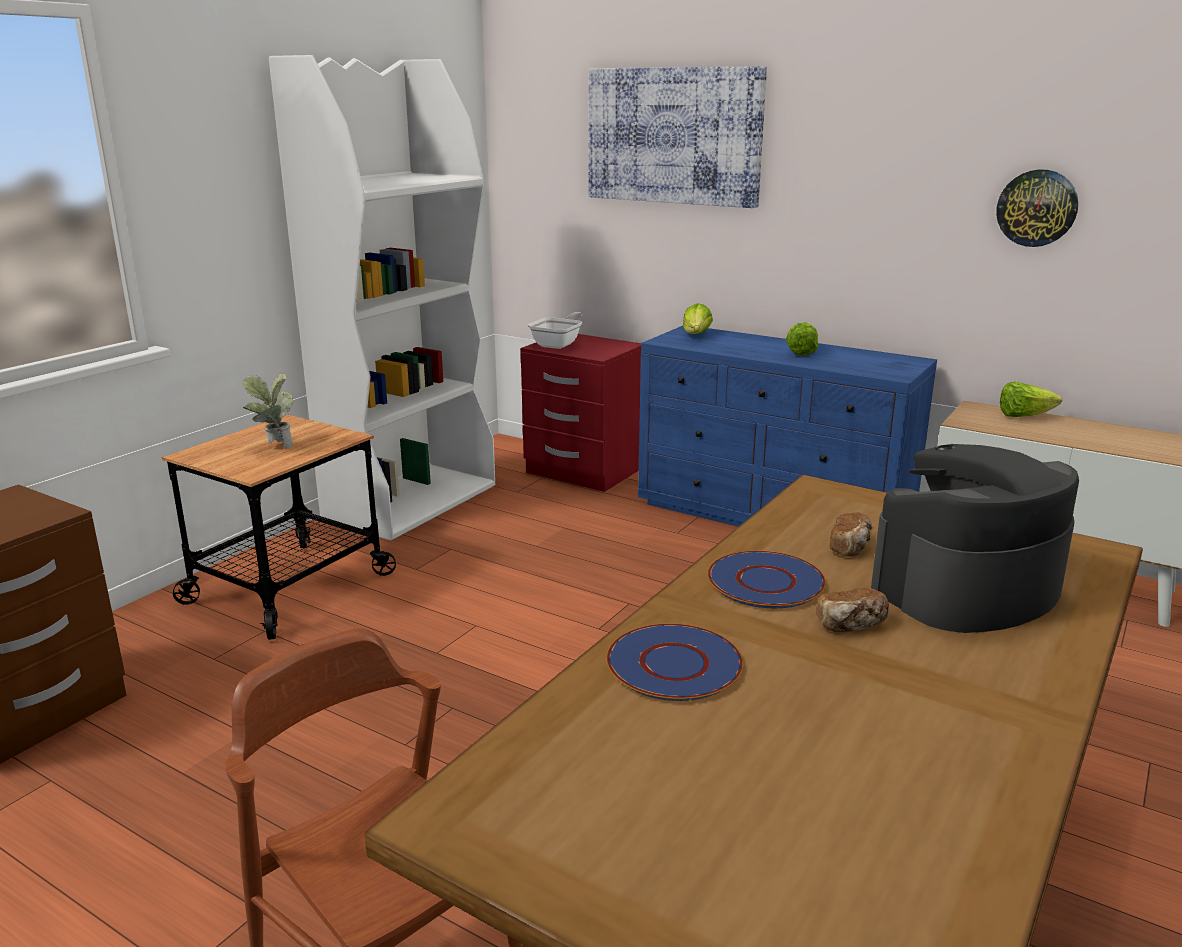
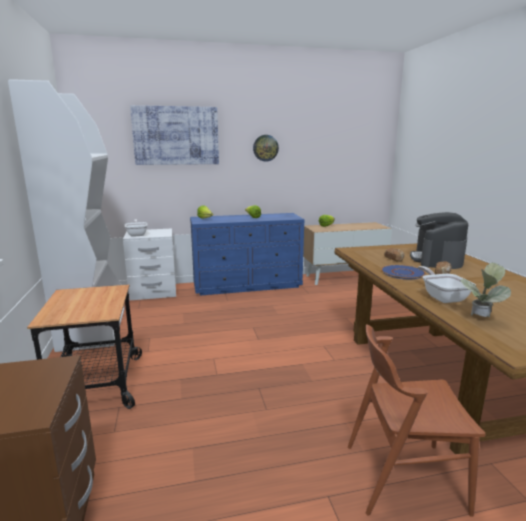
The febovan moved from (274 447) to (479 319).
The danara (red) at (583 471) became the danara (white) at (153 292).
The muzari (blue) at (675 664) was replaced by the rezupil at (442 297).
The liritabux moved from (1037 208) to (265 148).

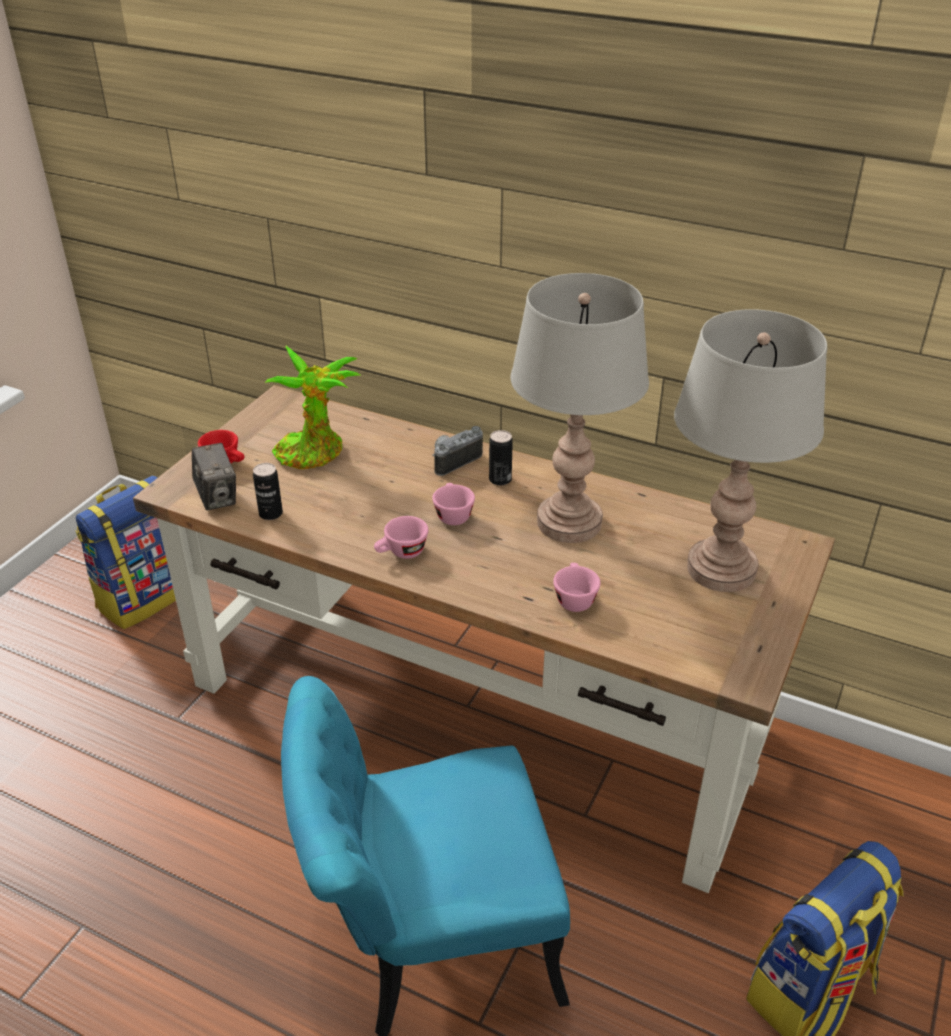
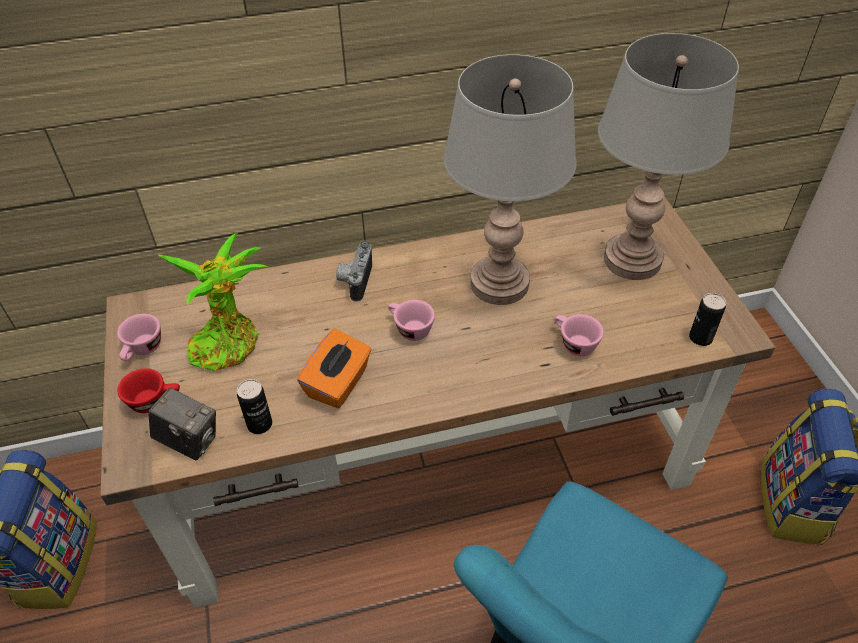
The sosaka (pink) moved from (401 553) to (143 350).
The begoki moved from (500 479) to (700 338).
The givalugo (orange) at (338 383) appeared.

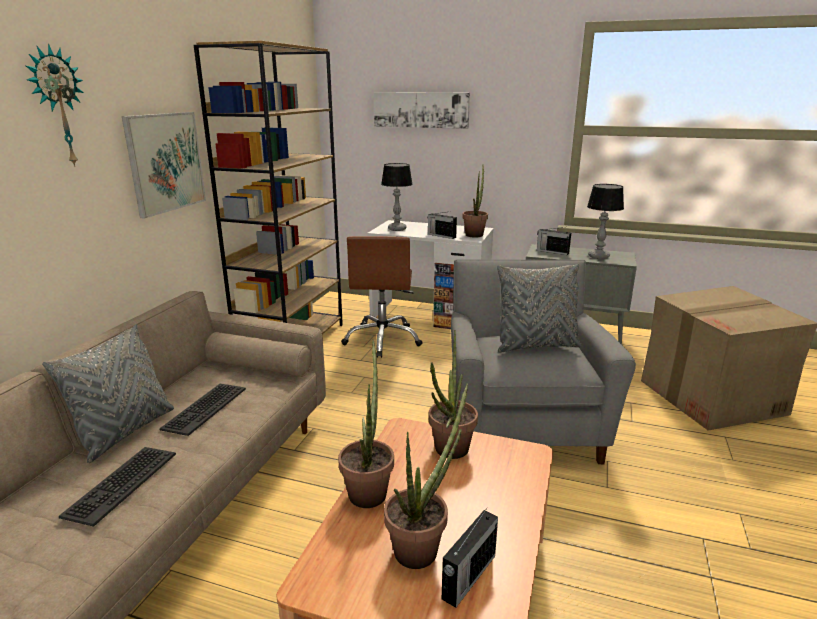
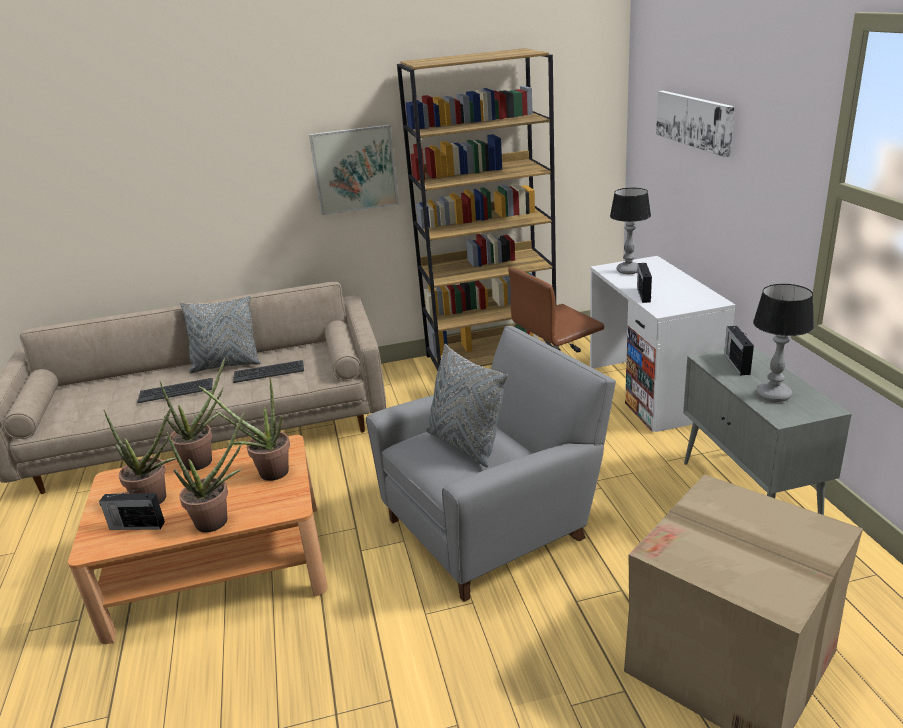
The liritabux at (58 107) disappeared.
The febovan moved from (475 234) to (219 520).

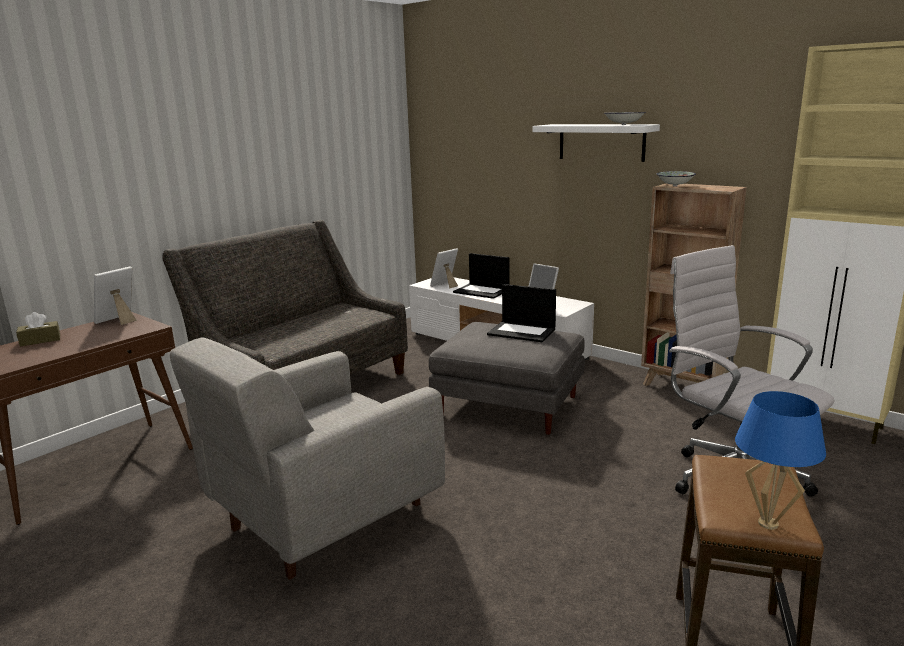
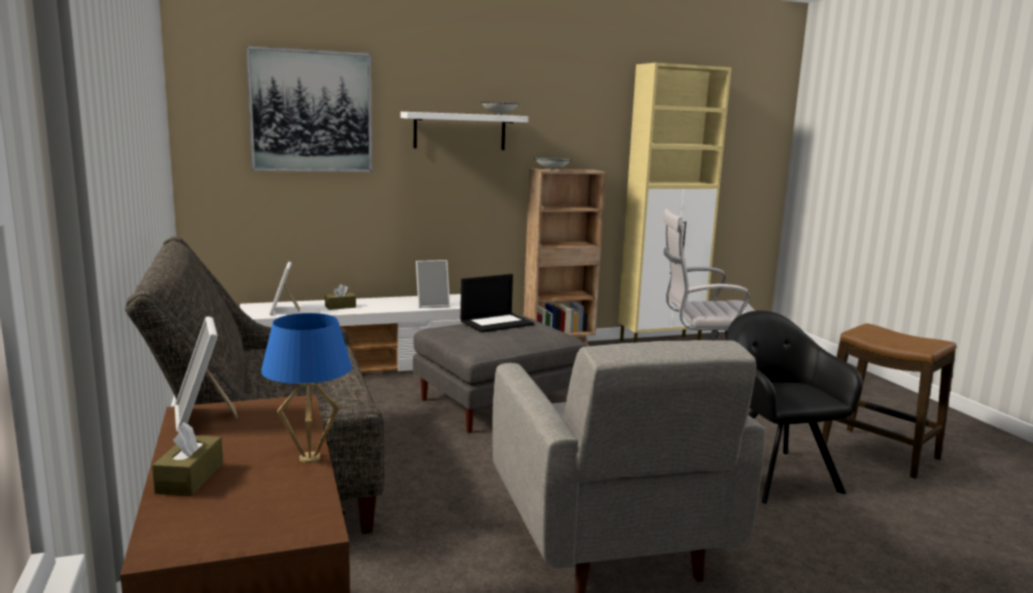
The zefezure at (482 291) was replaced by the givalugo (brown) at (340 307).
The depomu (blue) moved from (767 523) to (309 458).
The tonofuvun at (311 111) appeared.
The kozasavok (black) at (772 472) appeared.

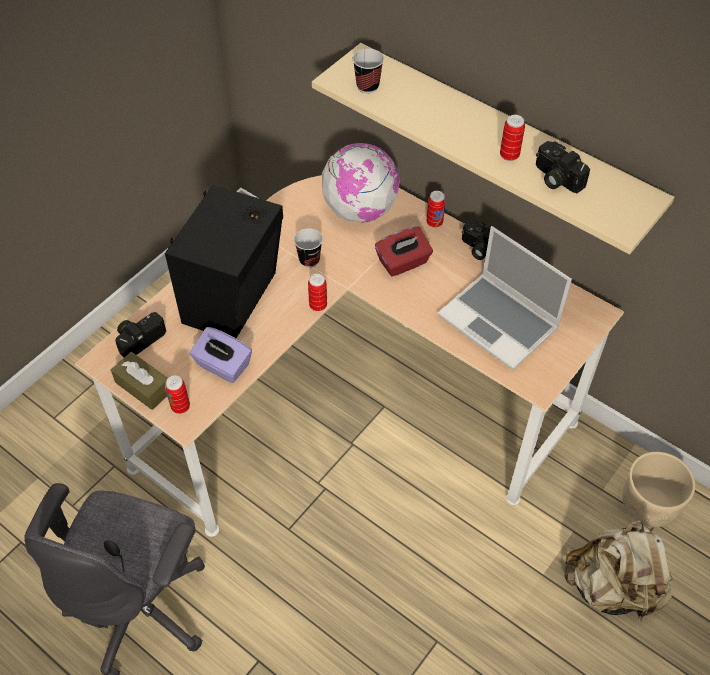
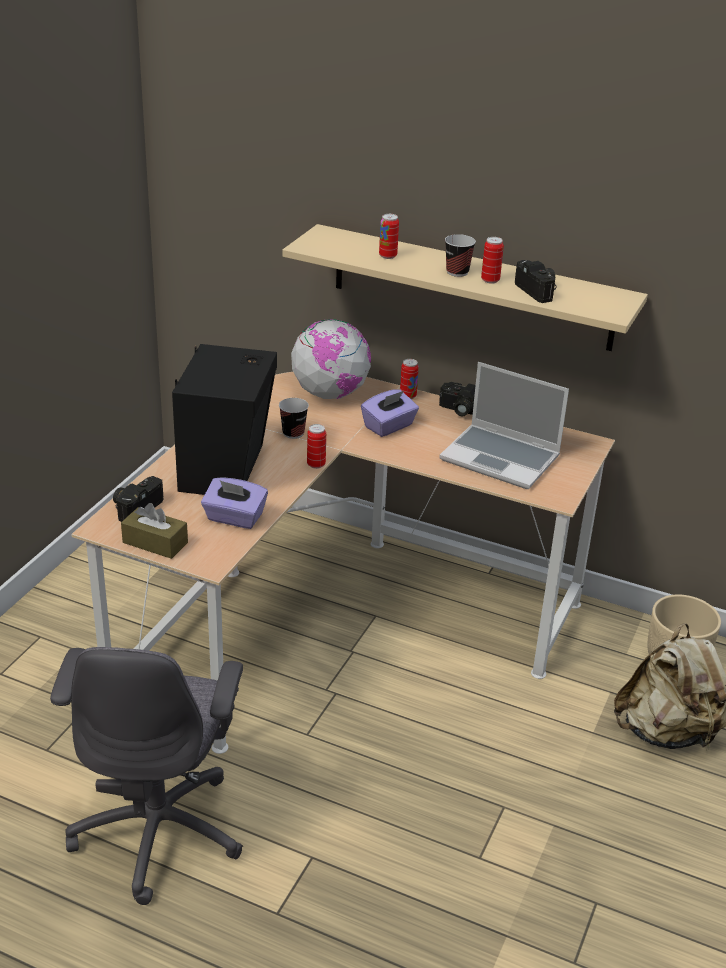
The begoki moved from (180 406) to (388 256).
The sosaka moved from (367 86) to (457 272).
The givalugo (red) at (403 263) became the givalugo (purple) at (389 426).
The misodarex at (555 178) turned 150 degrees counterclockwise.

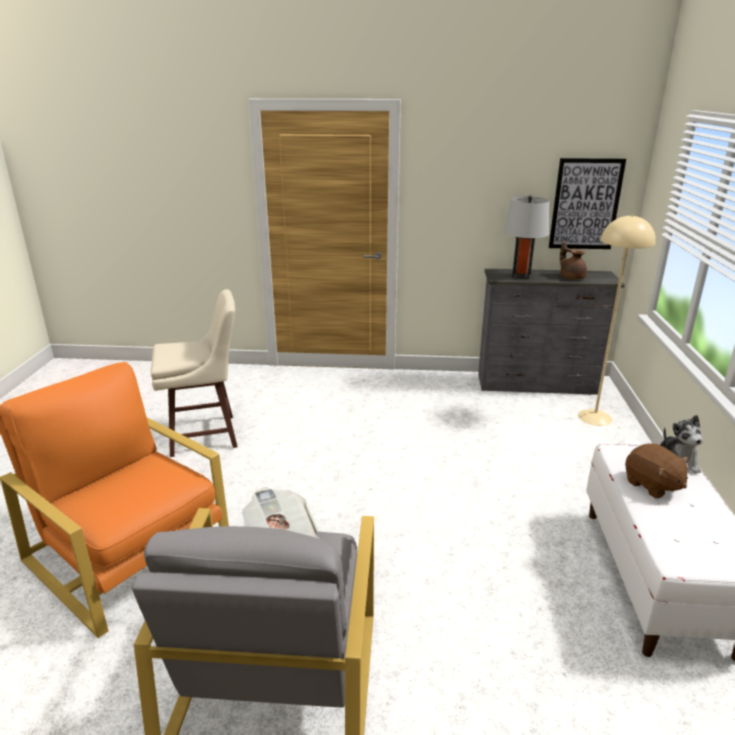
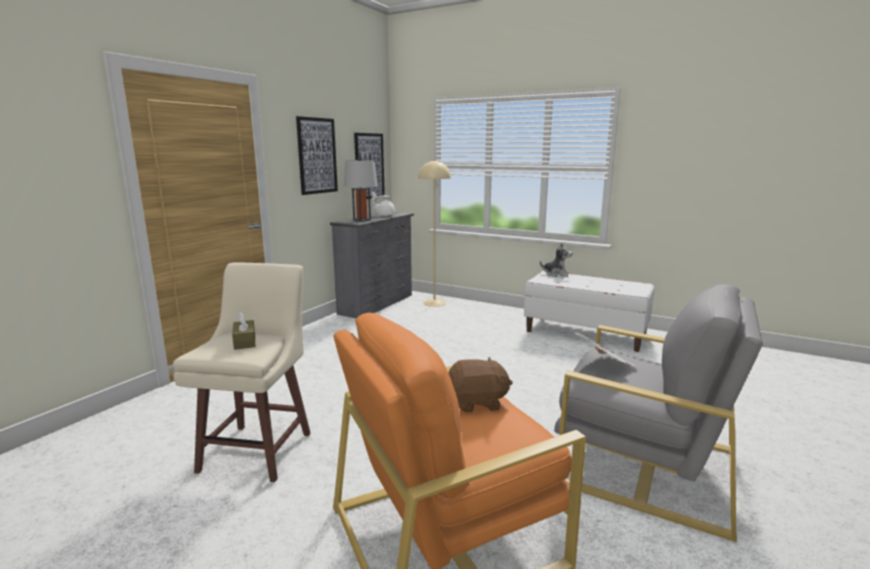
The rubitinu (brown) at (571 277) became the rubitinu (white) at (384 216).
The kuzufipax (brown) moved from (652 485) to (477 402).
The givalugo (brown) at (245 341) appeared.
The tonofuvun at (317 156) appeared.

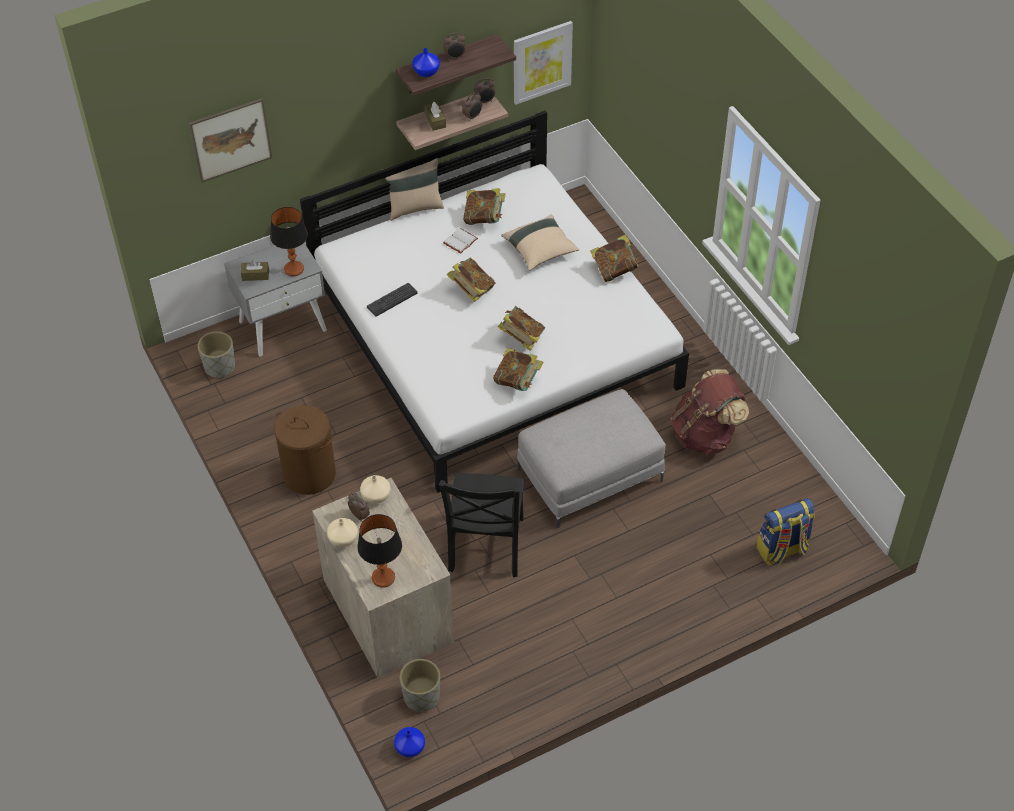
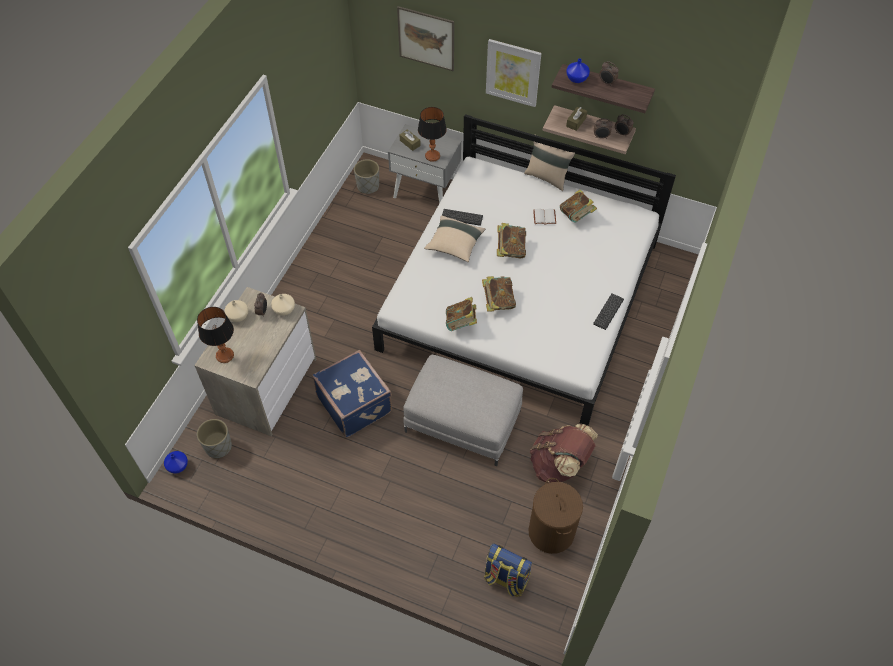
The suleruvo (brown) moved from (310 474) to (551 532).
The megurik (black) at (485 547) was replaced by the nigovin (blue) at (355 403).
The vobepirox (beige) moved from (540 251) to (454 245).
The tonofuvun moved from (542 62) to (513 72).
The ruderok at (614 270) was replaced by the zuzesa at (608 311).

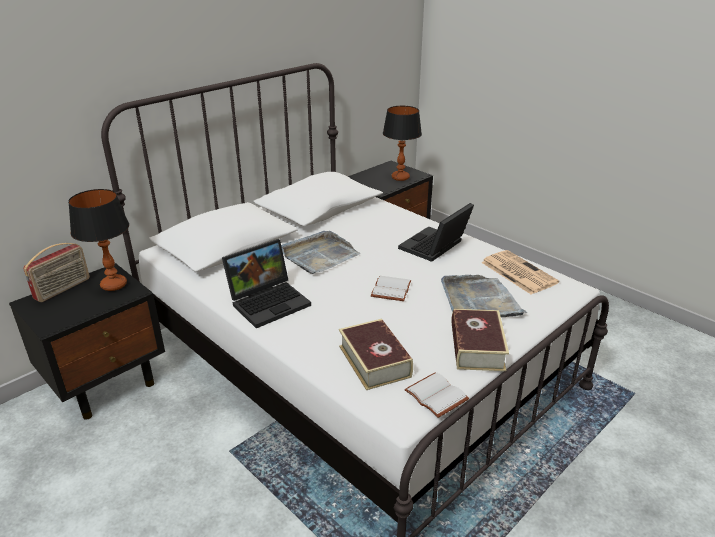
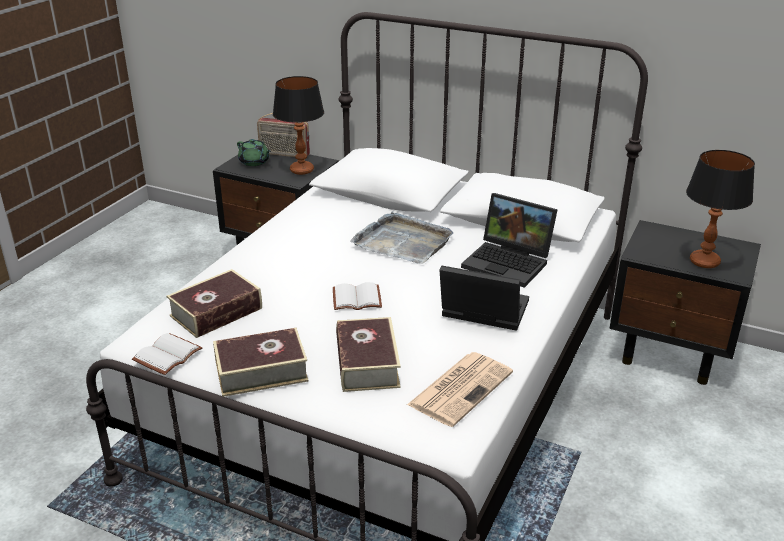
The zefezure moved from (269 301) to (509 262).
The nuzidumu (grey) at (479 300) was replaced by the ruderok at (367 363).
The rubitinu (green) at (254 162) appeared.

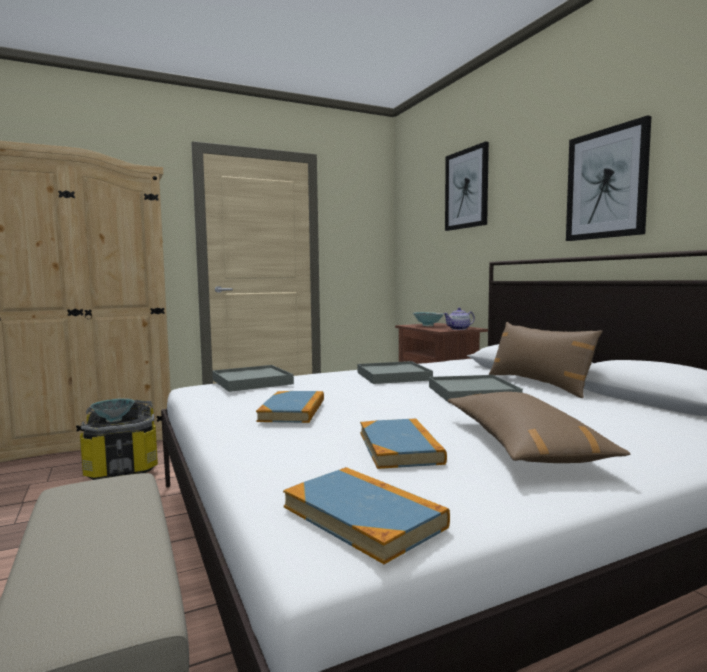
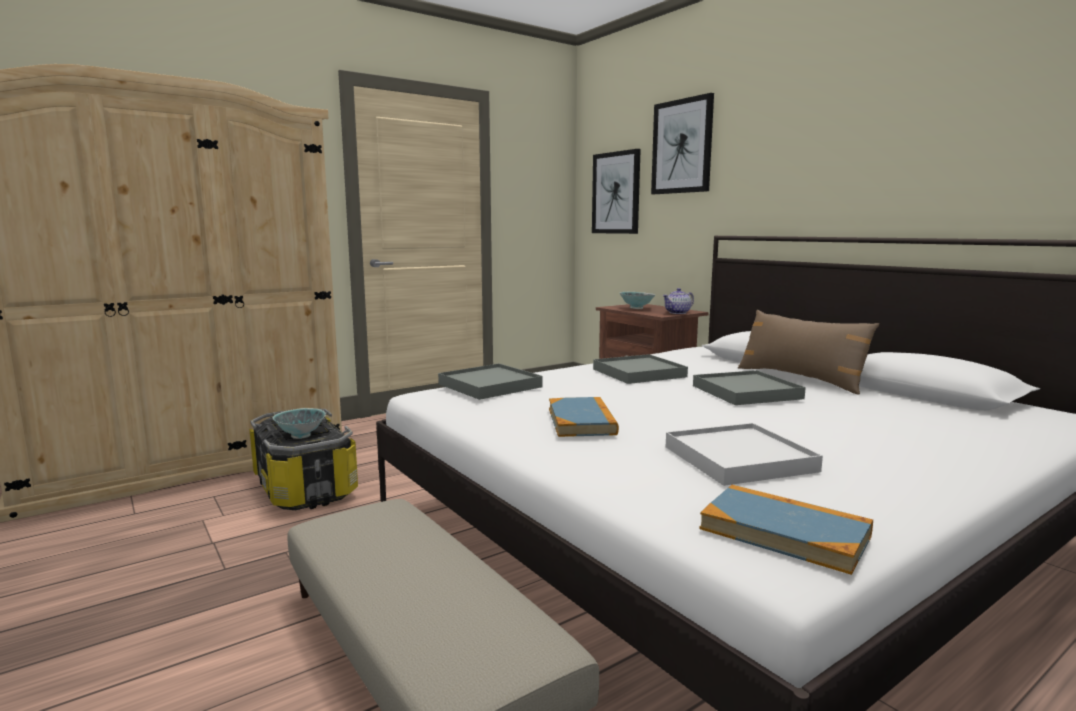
The ruderok at (399 447) was replaced by the nuzidumu (white) at (739 459).
The vobepirox (brown) at (521 445) disappeared.
The tonofuvun moved from (606 184) to (616 193).

